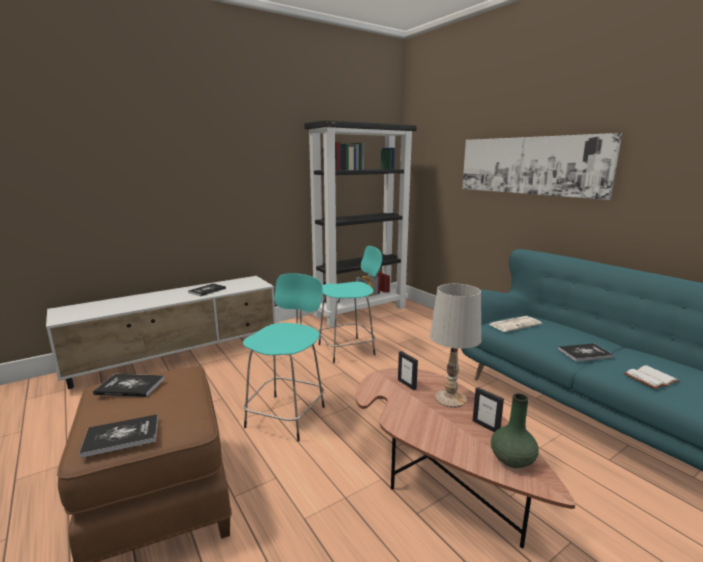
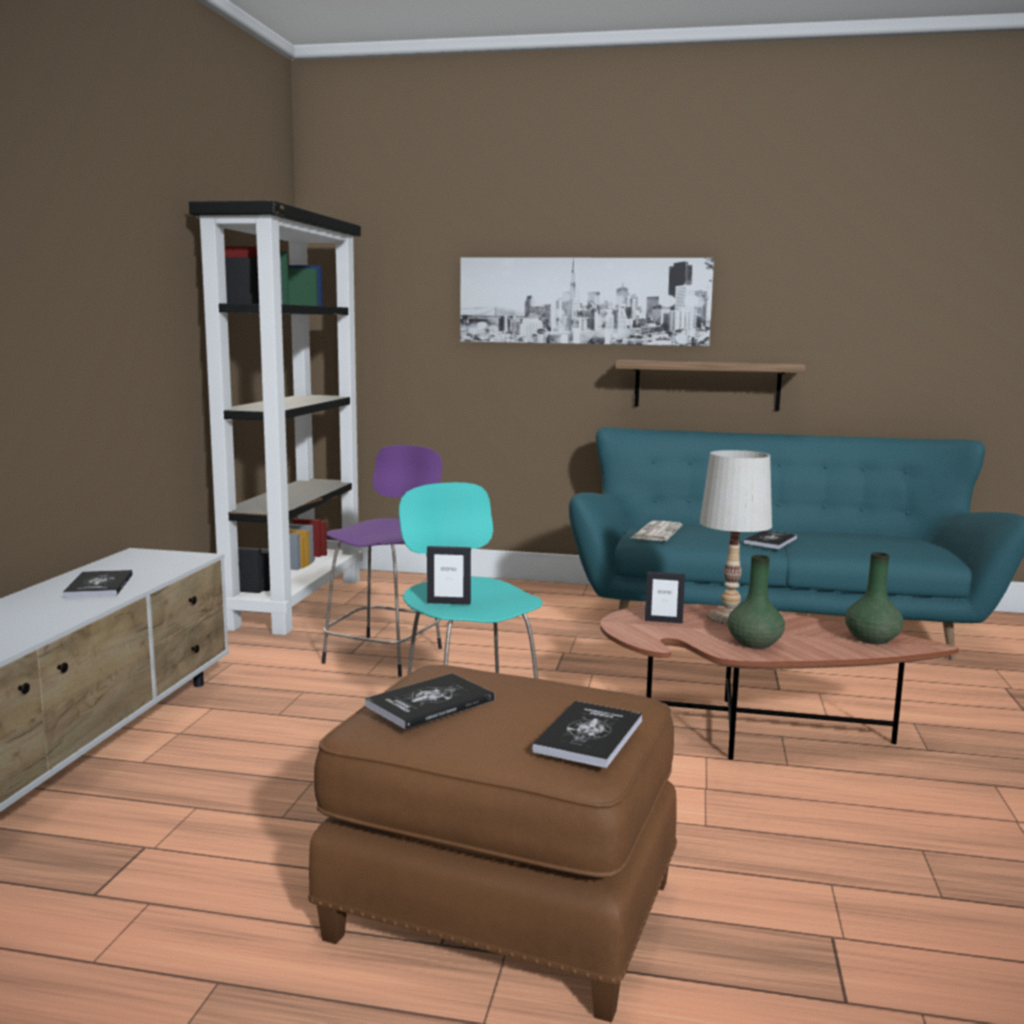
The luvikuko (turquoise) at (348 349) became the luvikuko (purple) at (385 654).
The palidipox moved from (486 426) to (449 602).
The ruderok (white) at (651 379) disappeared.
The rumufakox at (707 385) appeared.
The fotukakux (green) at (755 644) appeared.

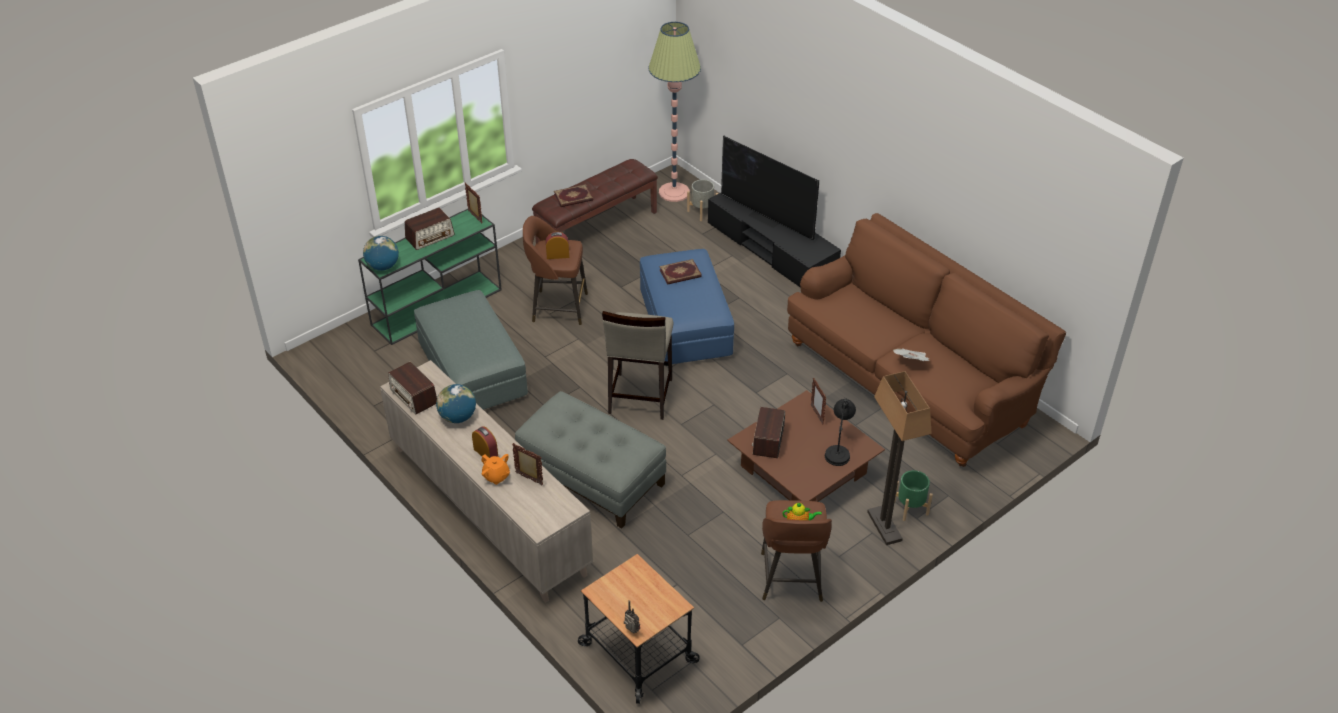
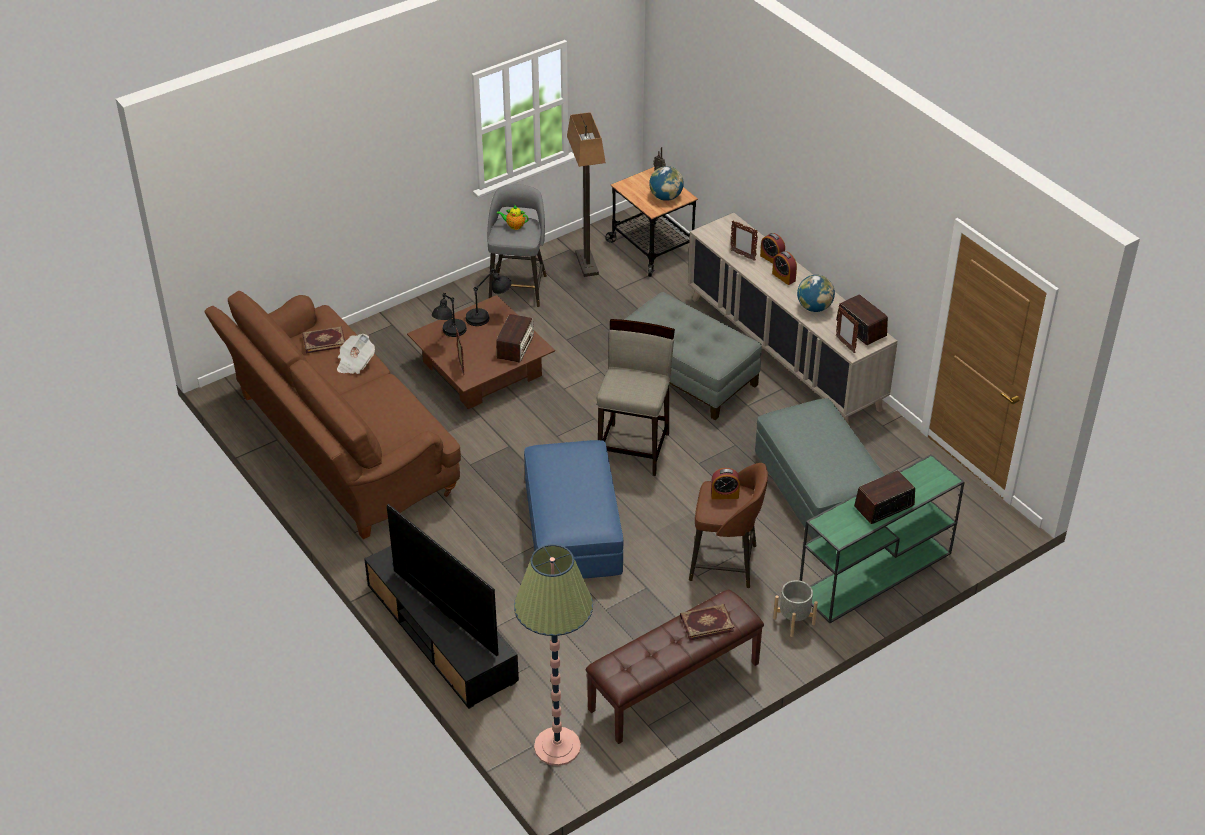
The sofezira moved from (383 266) to (666 197).
The palidipox moved from (475 217) to (845 344).
The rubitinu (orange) at (496 476) was replaced by the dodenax at (772 258).
The ruderok moved from (680 274) to (324 341).
The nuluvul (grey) moved from (702 212) to (794 621).
The luvikuko (brown) at (791 579) became the luvikuko (grey) at (518 287).
The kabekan moved from (884 526) to (587 264).
The nuluvul (green) at (910 508) disappeared.
The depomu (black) at (488 317) appeared.

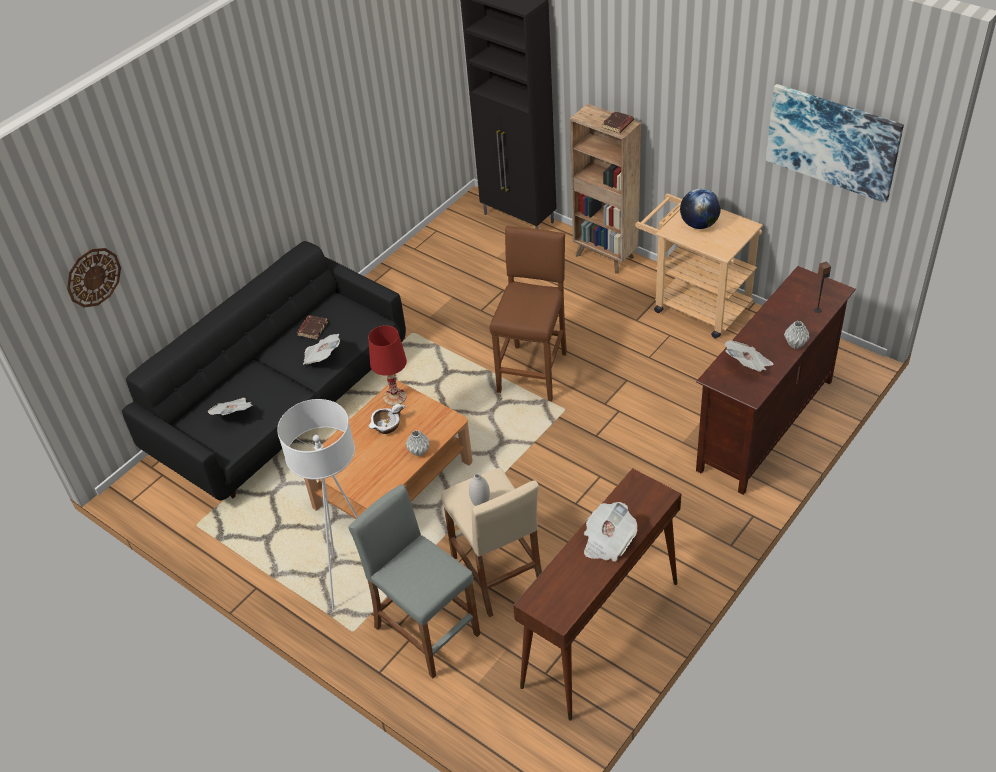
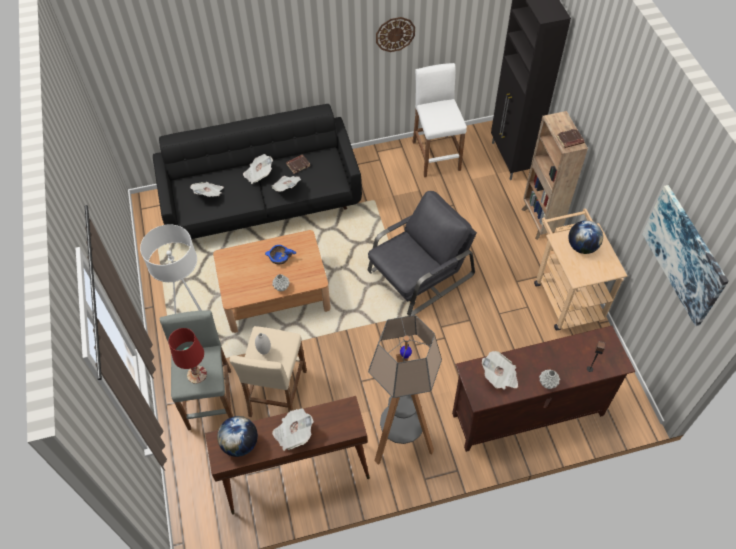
The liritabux moved from (93 277) to (395 34).
The depomu (red) moved from (395 397) to (197 374).
The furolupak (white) at (387 426) became the furolupak (blue) at (280 258).
The luvikuko (brown) at (533 371) was replaced by the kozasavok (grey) at (419 274).
The sofezira at (240 443) appeared.
The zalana at (258 174) appeared.
The kabekan at (401 441) appeared.
The luvikuko (white) at (436 155) appeared.

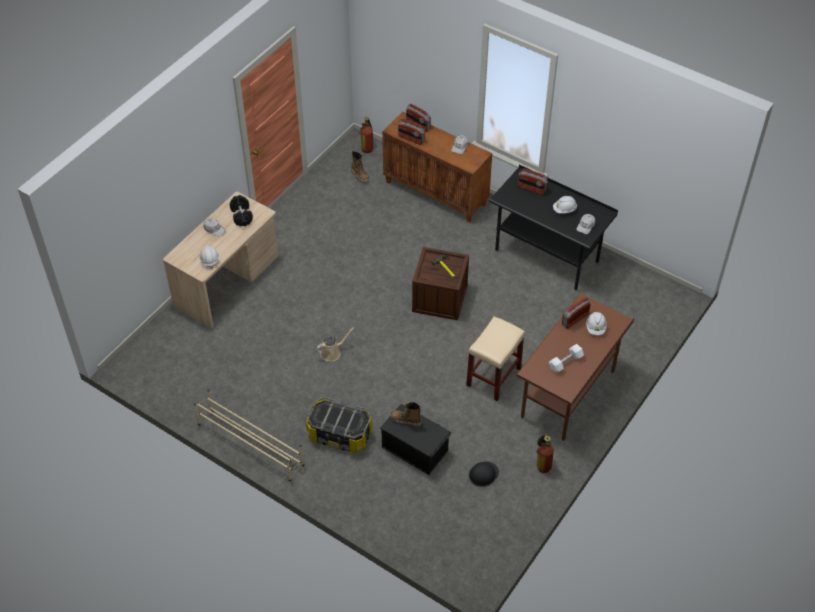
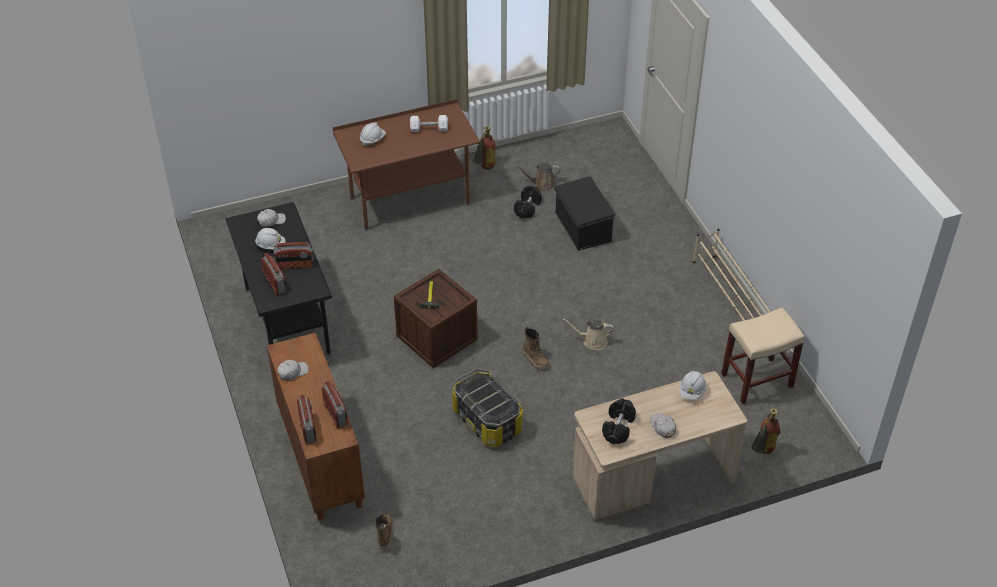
The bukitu moved from (339 435) to (488 420).
The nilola moved from (367 146) to (761 453).
The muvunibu moved from (406 420) to (535 360).
The luvikuko (beige) moved from (493 376) to (756 381).
The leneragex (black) at (483 474) was replaced by the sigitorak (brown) at (541 184).
The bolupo moved from (574 319) to (295 265).
The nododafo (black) at (527 208) appeared.

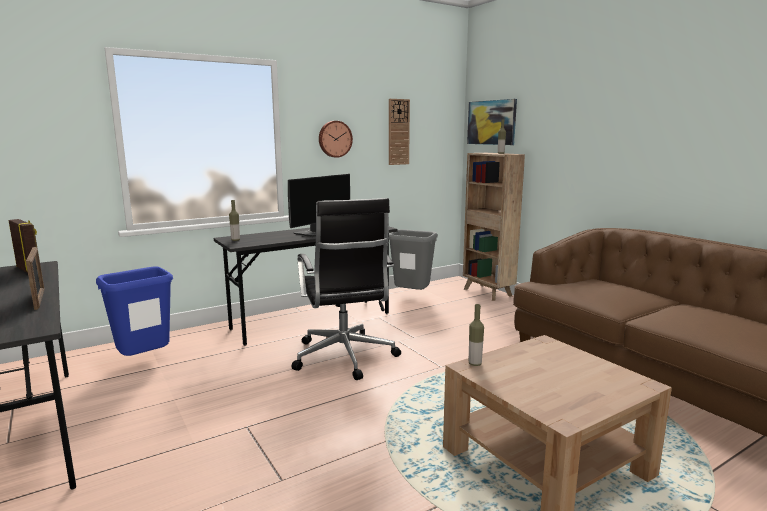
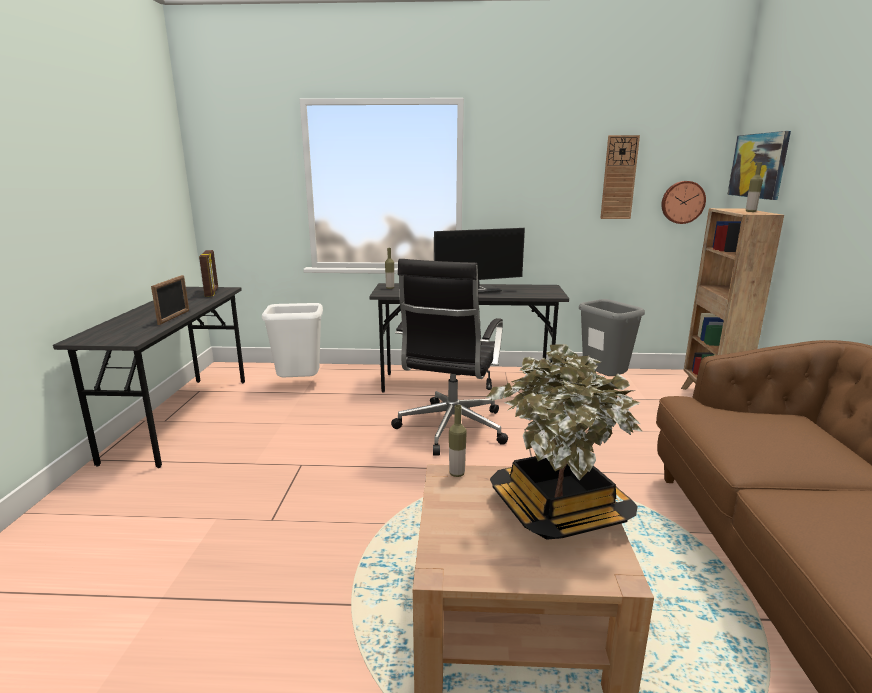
The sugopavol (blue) at (144 361) became the sugopavol (white) at (299 385).
The liritabux moved from (334 139) to (682 202).
The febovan at (558 511) appeared.

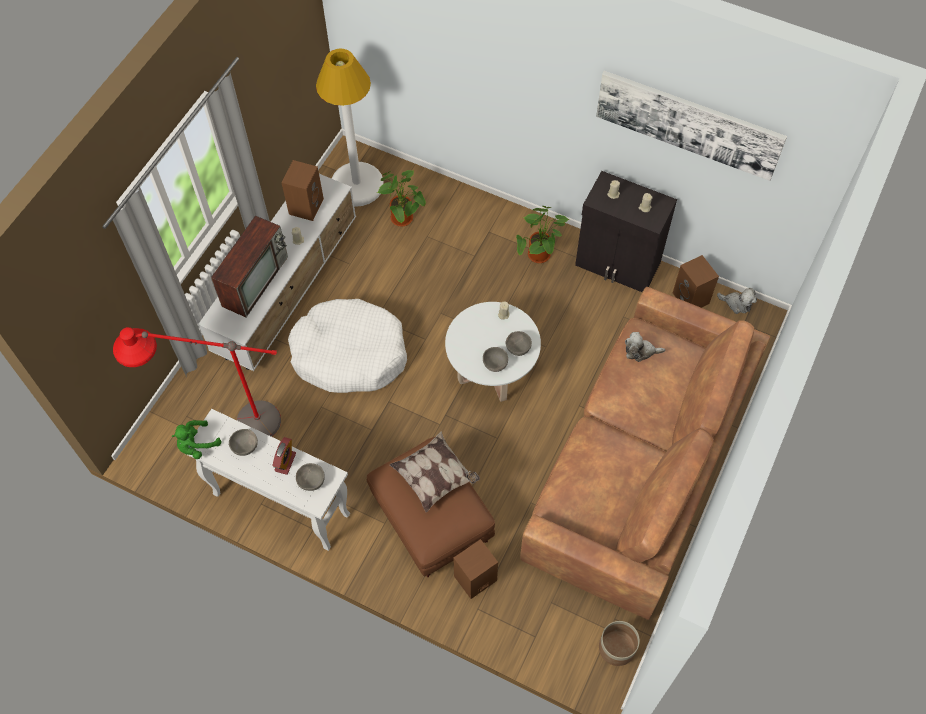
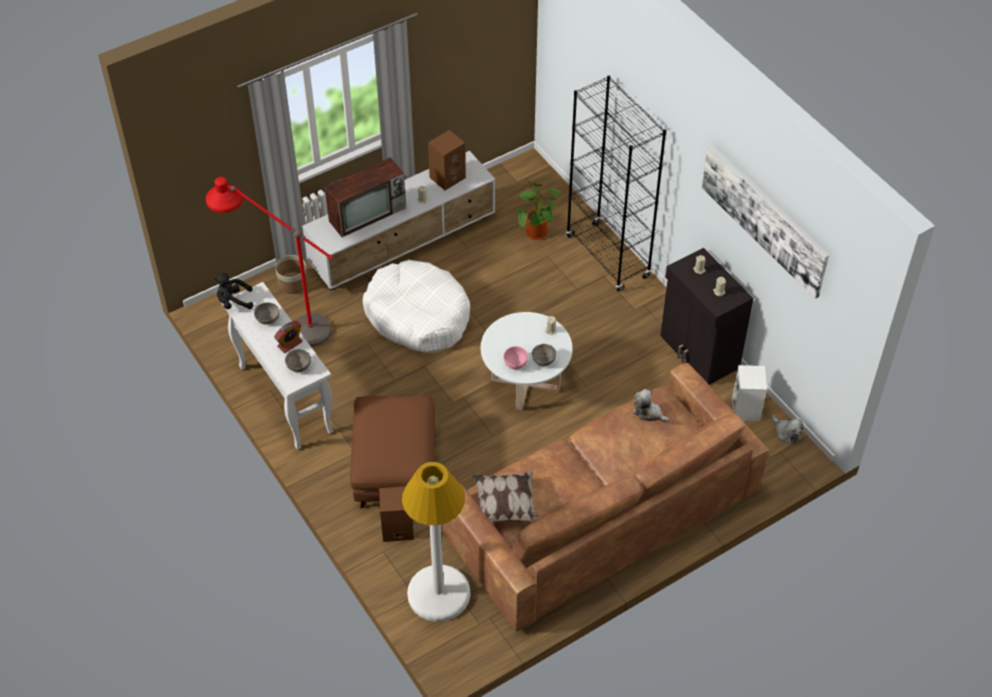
The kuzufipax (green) at (197 445) became the kuzufipax (black) at (234 302).
The kabekan (white) moved from (357 185) to (439 593).
The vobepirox moved from (435 477) to (506 507).
The furolupak (grey) at (494 365) became the furolupak (pink) at (515 364).
The febovan at (539 257) disappeared.
The nuluvul moved from (617 648) to (293 283).
The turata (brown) at (691 298) became the turata (white) at (746 409).
The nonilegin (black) at (608 257) appeared.

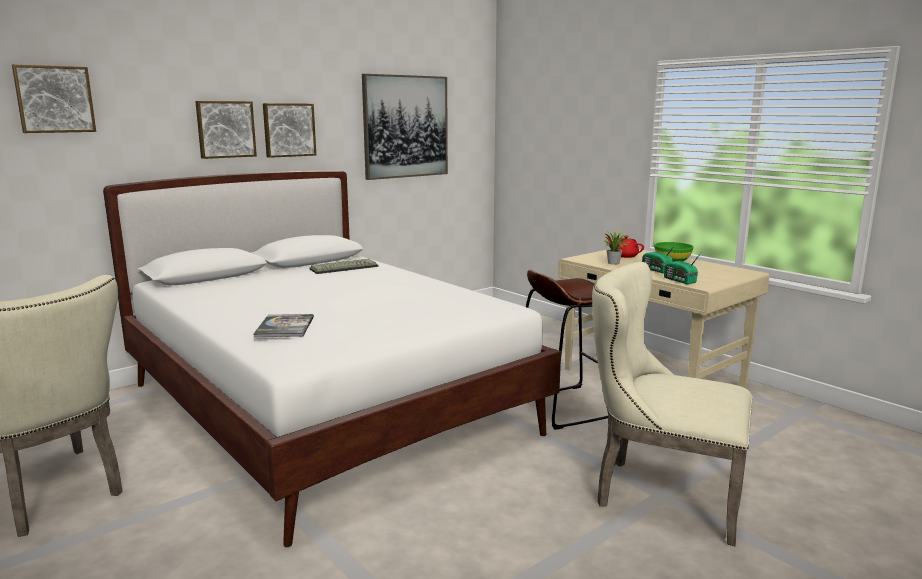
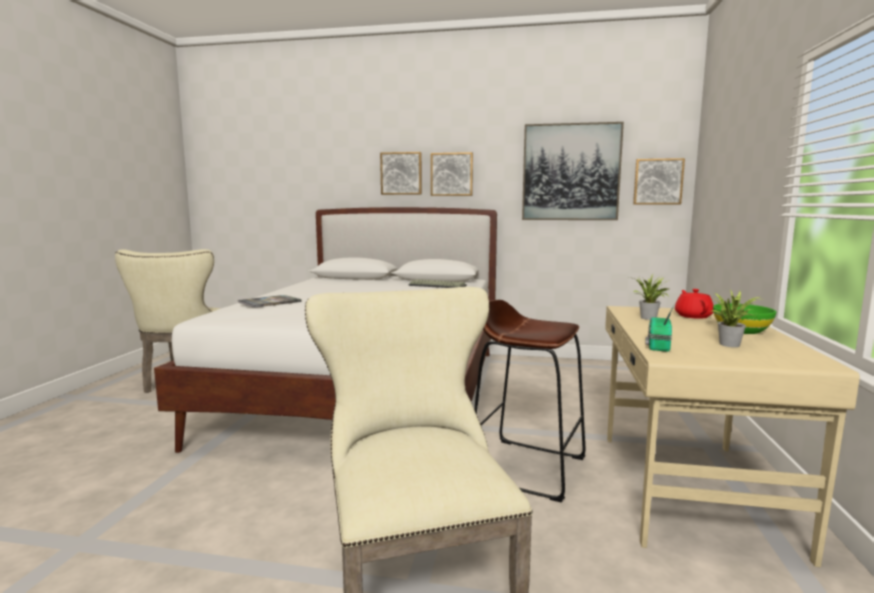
The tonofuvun moved from (54 99) to (657 182).
The bolupo at (656 270) disappeared.
The febovan at (732 345) appeared.

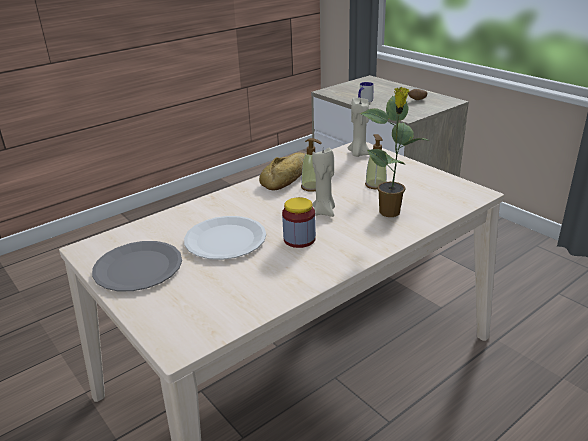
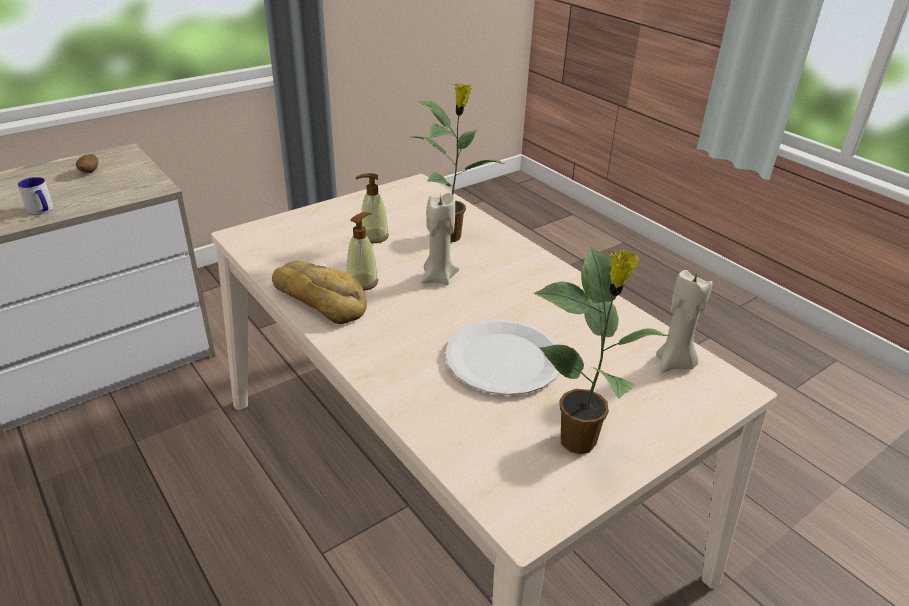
The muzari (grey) at (138 268) was replaced by the febovan at (580 442).
The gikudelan at (299 239) disappeared.
The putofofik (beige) moved from (358 154) to (674 363).

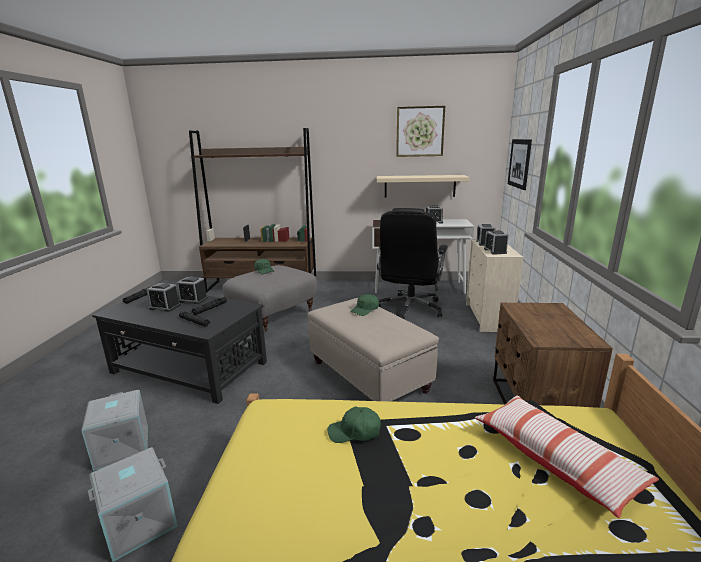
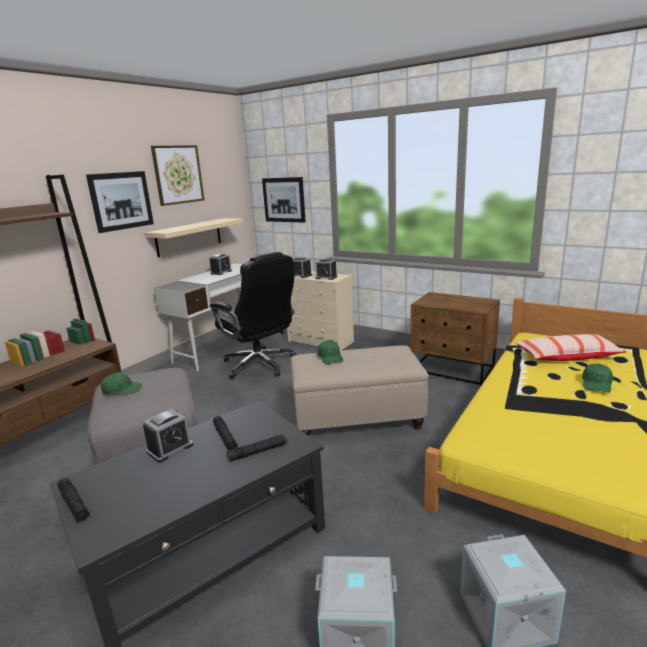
The dodenax at (165 307) disappeared.
The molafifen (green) moved from (355 432) to (596 384).
The tonofuvun at (121 201) appeared.

